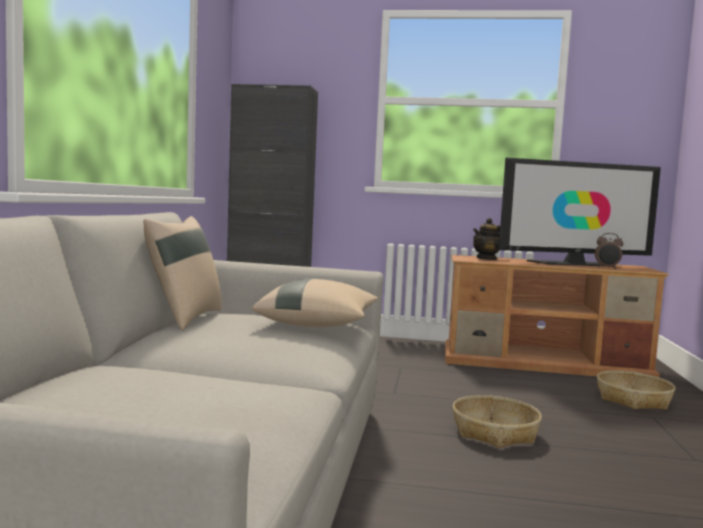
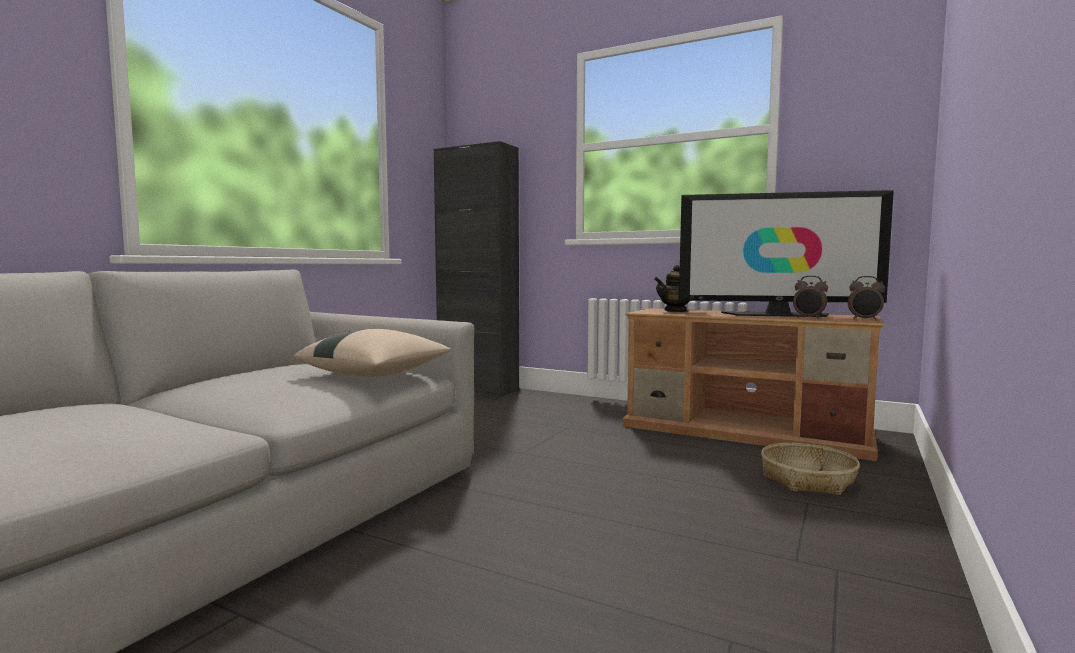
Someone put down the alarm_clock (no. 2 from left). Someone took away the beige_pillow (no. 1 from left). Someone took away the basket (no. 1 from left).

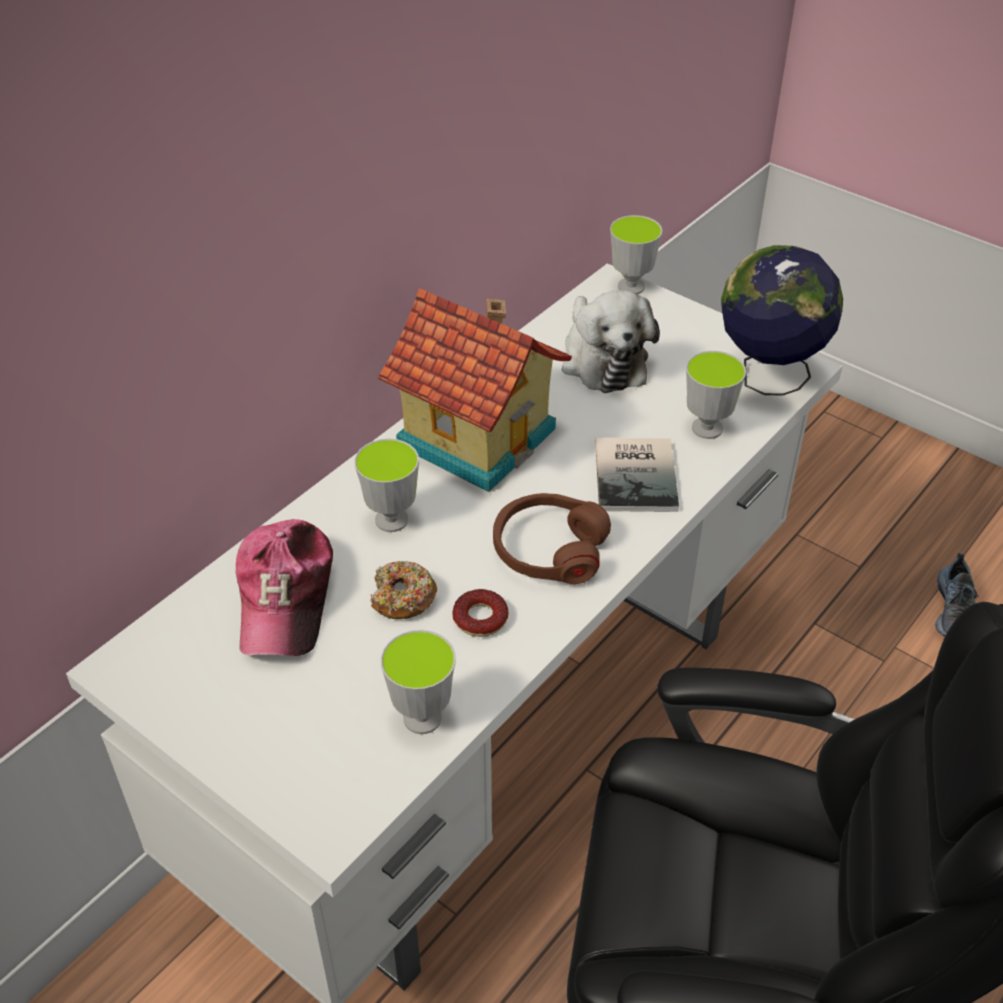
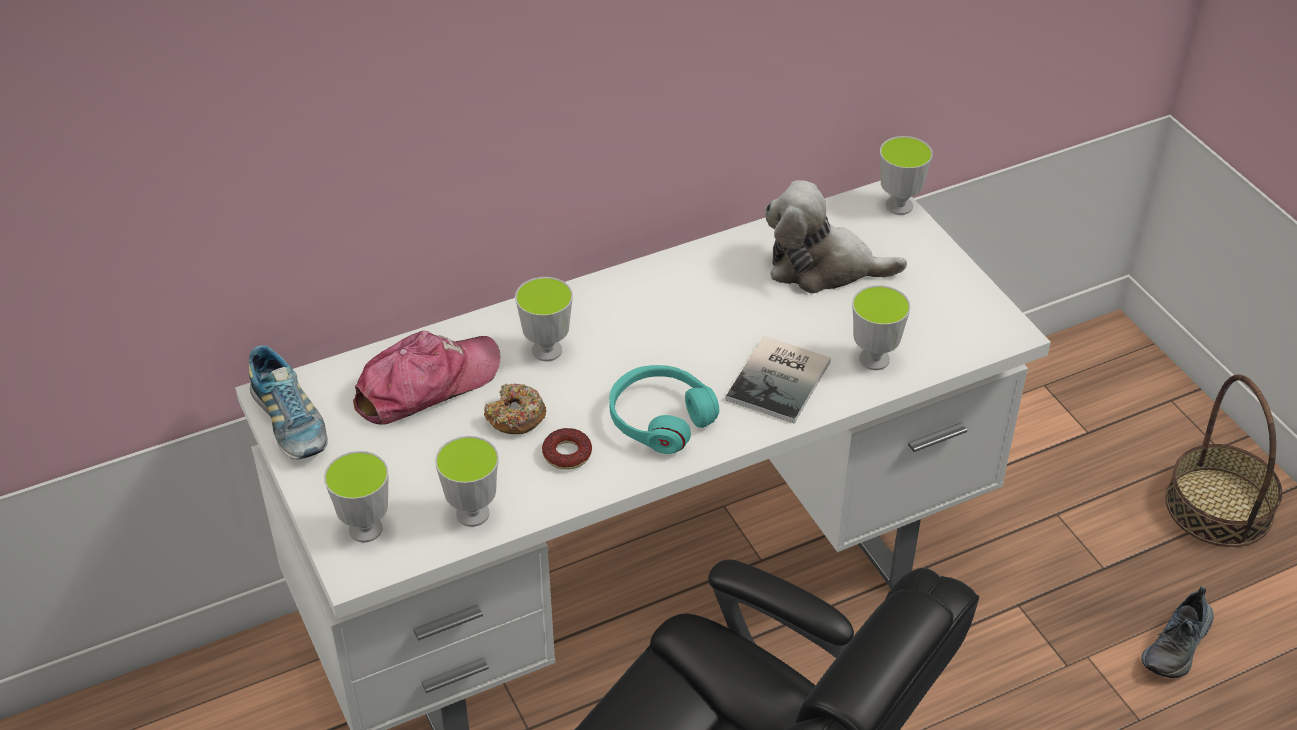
Someone put down the shoe (no. 1 from left). Someone put down the cup (no. 1 from left). Someone rotated the cap by 150 degrees counterclockwise. Someone repainted the brown_headphones, which became the turquoise_headphones. Someone rotated the plush_toy by 90 degrees clockwise. Someone put down the basket. Someone took away the toy_house. Someone took away the globe.

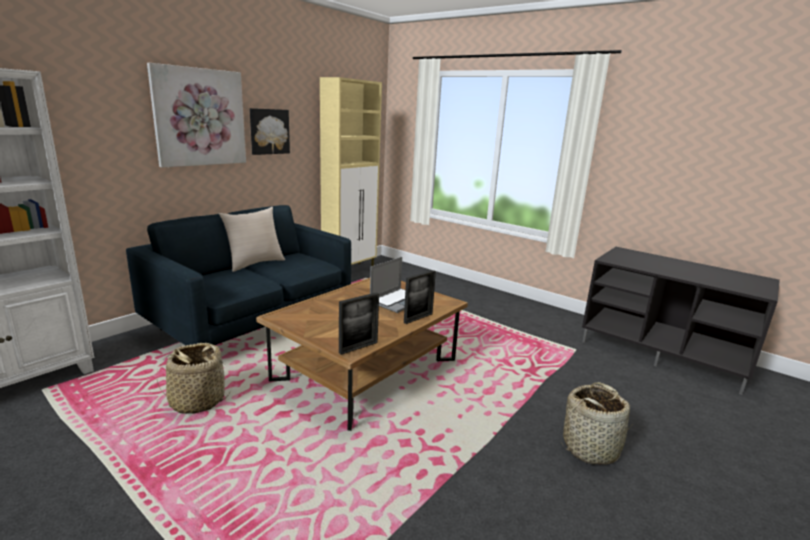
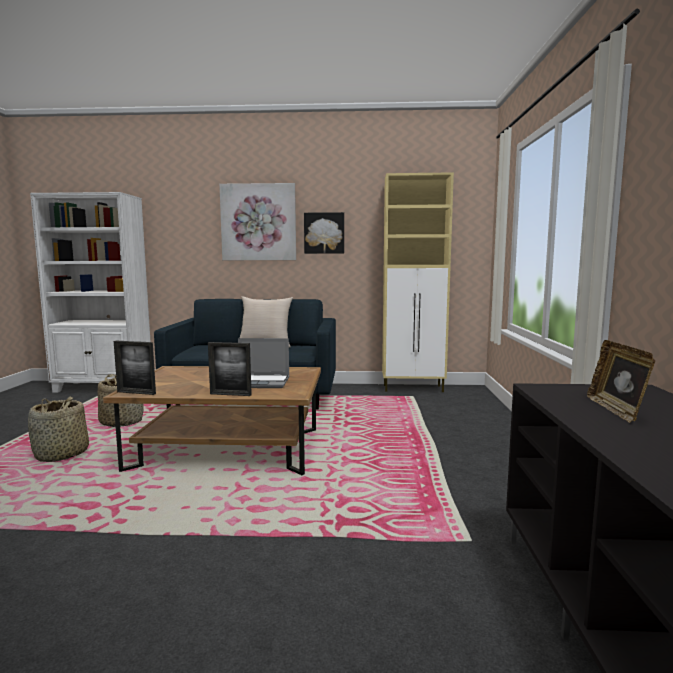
Someone carried the basket (no. 2 from left in the first image). Someone put down the picture_frame (no. 3 from left).

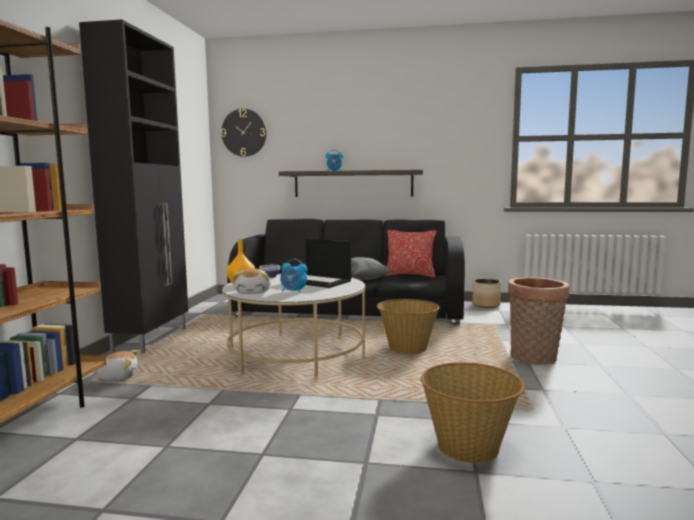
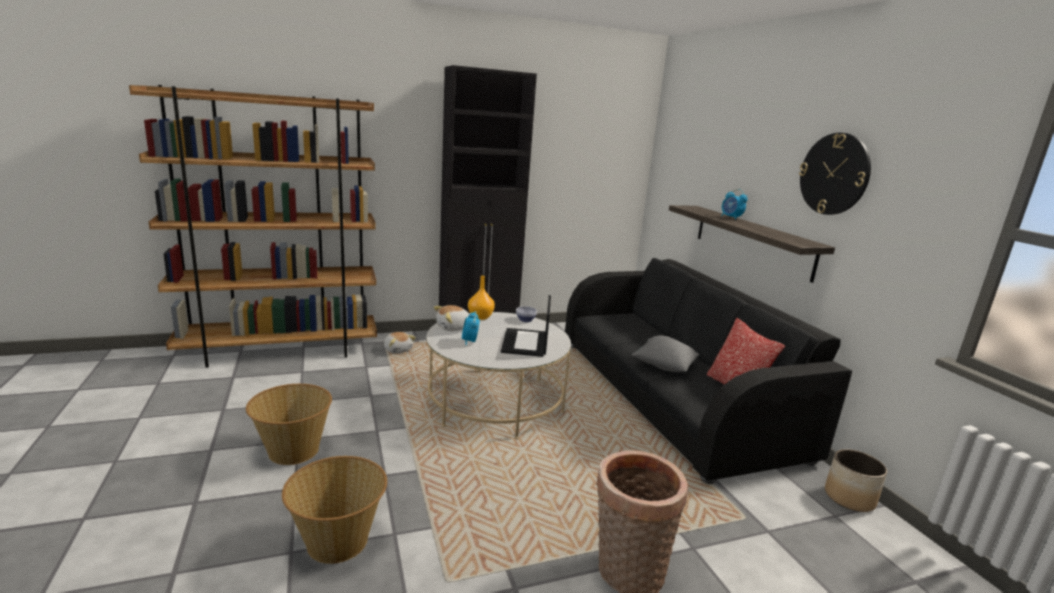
Someone carried the basket (no. 1 from left). Someone carried the wall_clock.

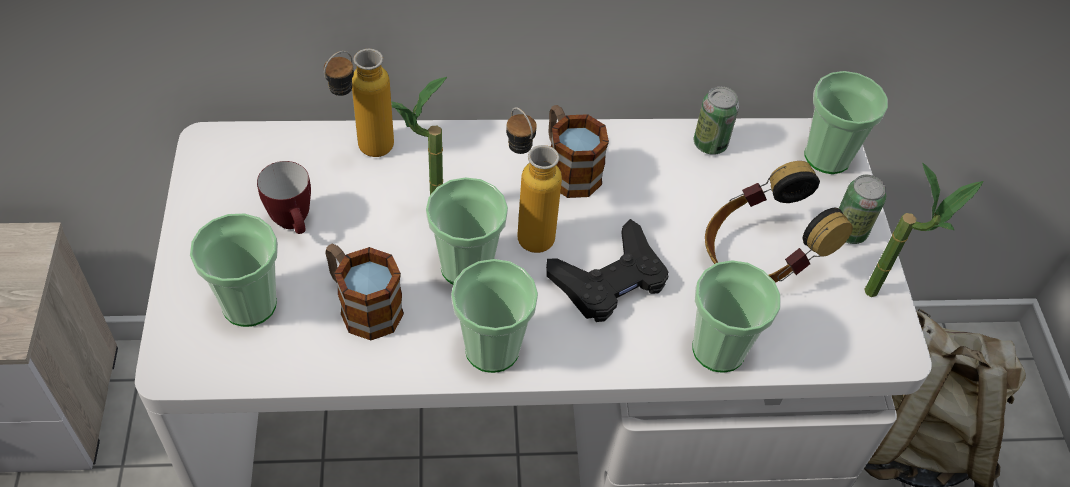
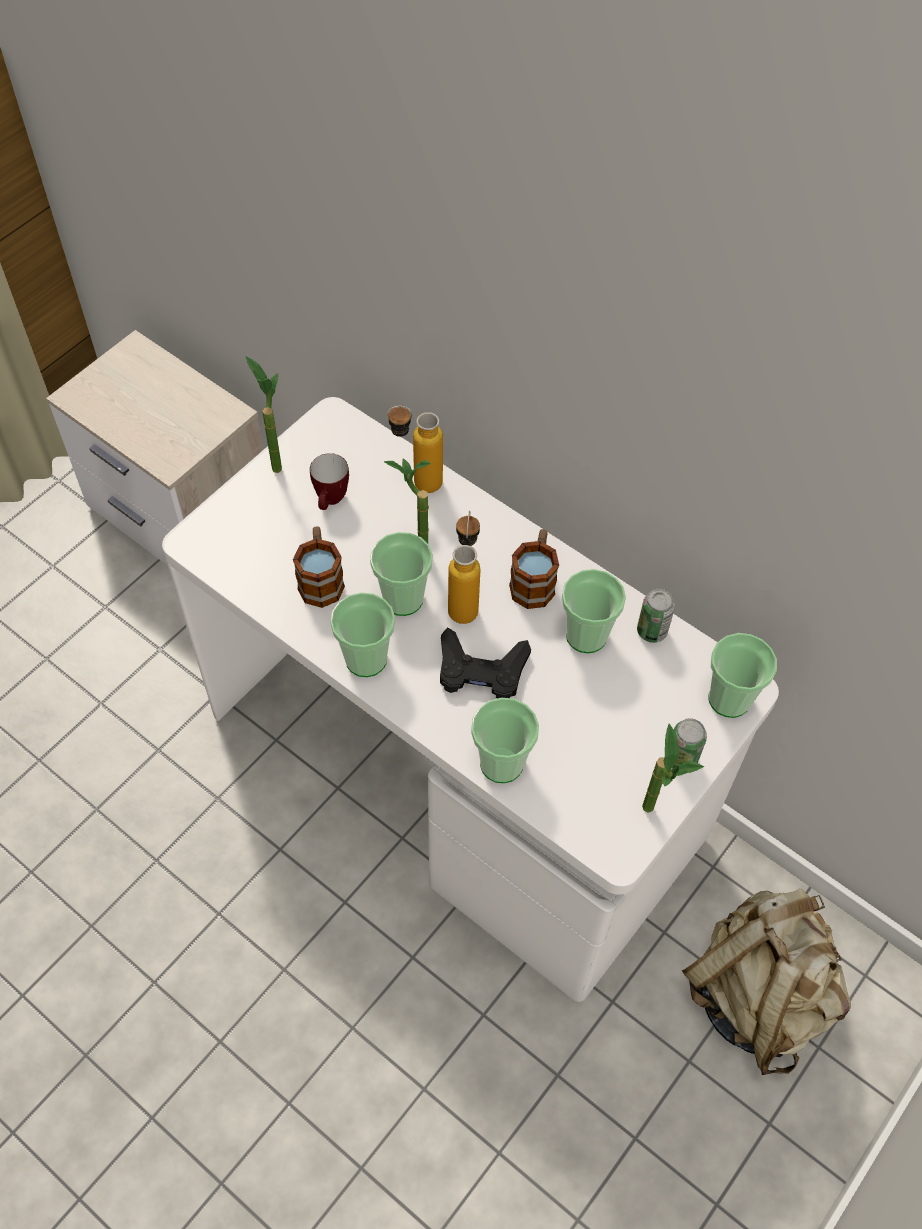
Someone put down the potted_plant (no. 1 from left). Someone carried the cup (no. 1 from left in the first image). Someone took away the headphones.

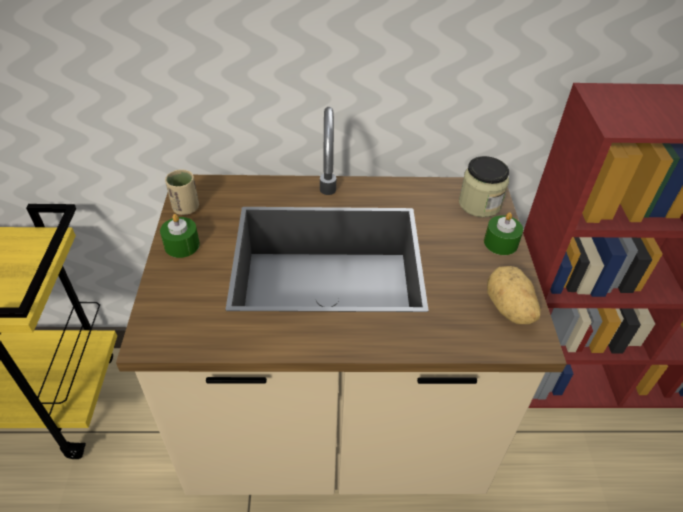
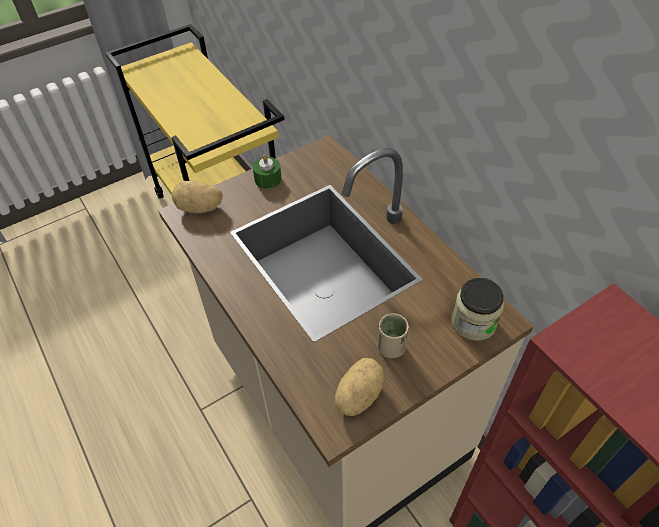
Someone put down the potato (no. 1 from left). Someone carried the beige_cup. Someone took away the green_candle (no. 2 from left).

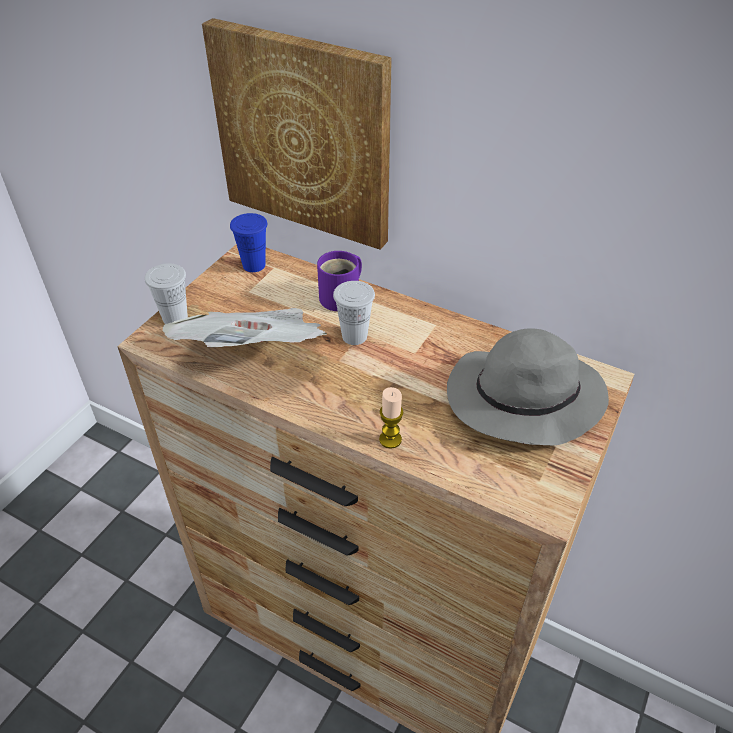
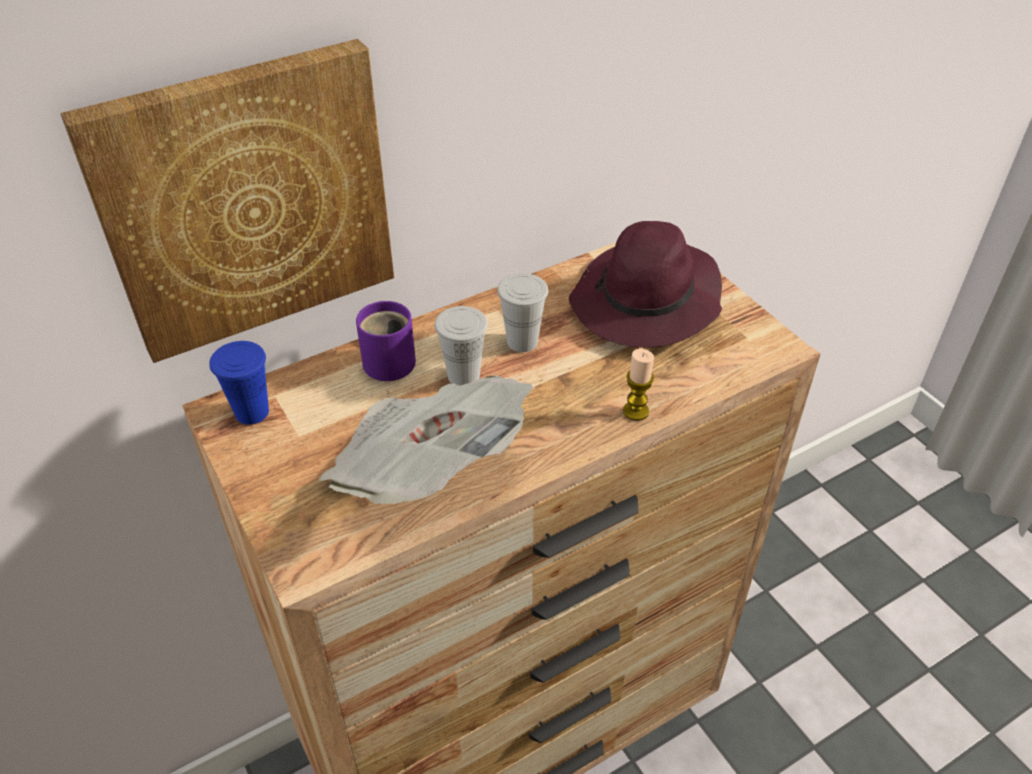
Someone carried the white_cup (no. 1 from left in the first image). Someone repainted the grey_hat, which became the purple_hat.

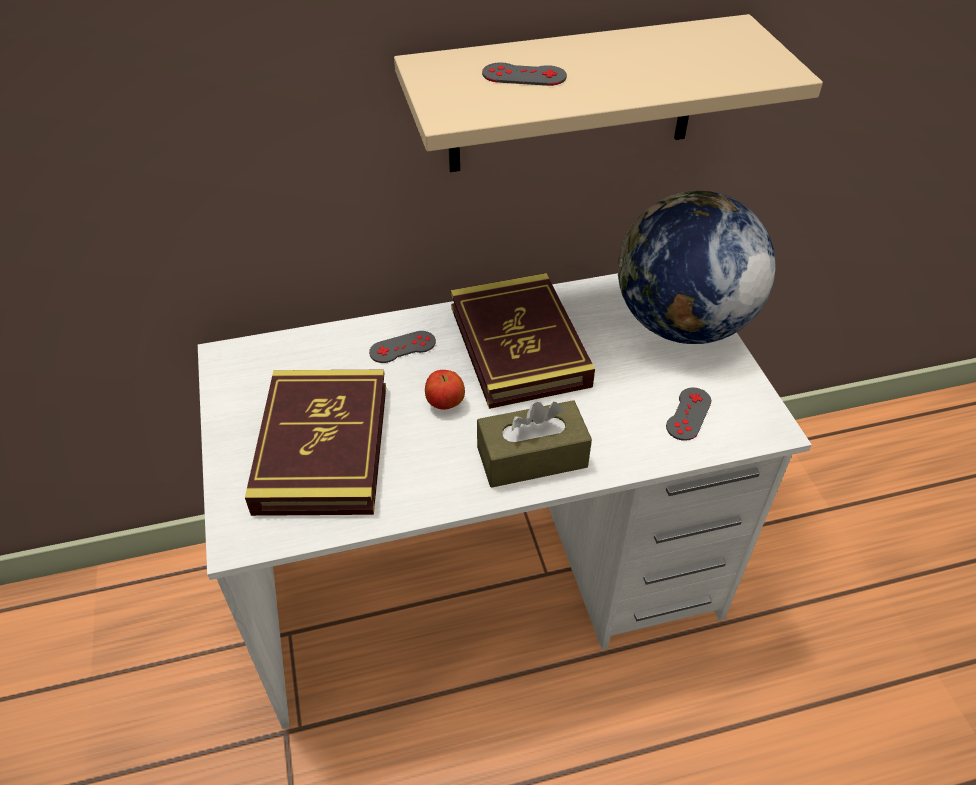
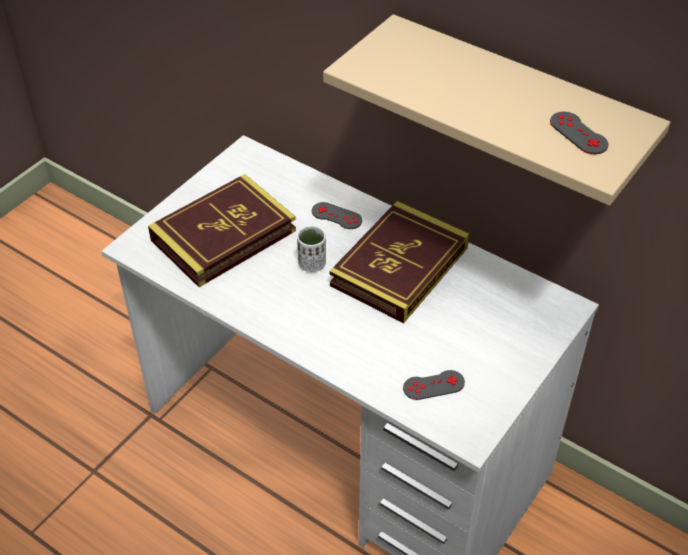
Someone swapped the apple for the white_cup. Someone carried the grey_game_controller (no. 2 from left in the first image). Someone took away the brown_tissue_box. Someone took away the globe.

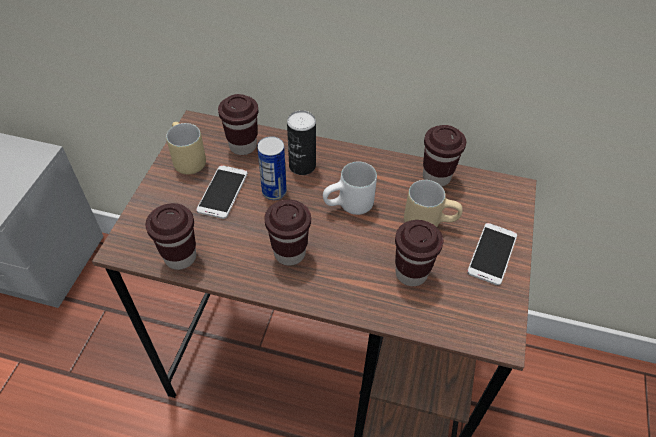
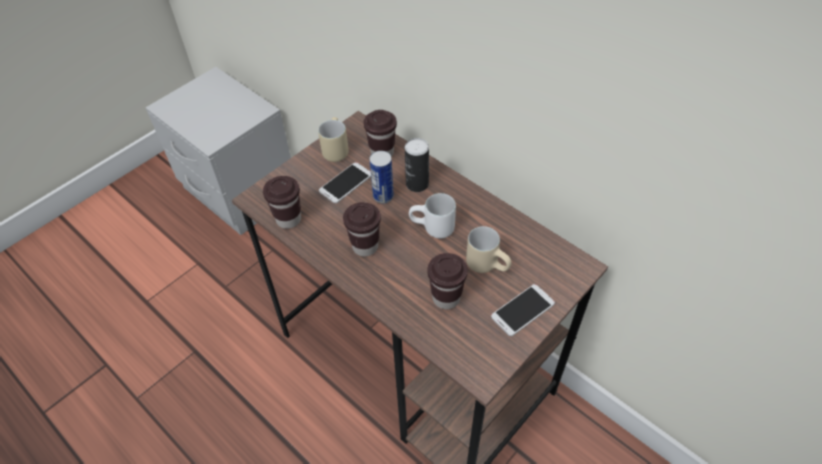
Someone took away the brown_cup (no. 5 from left).

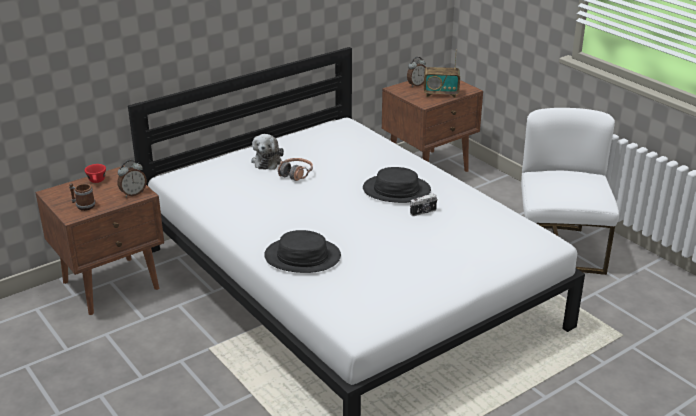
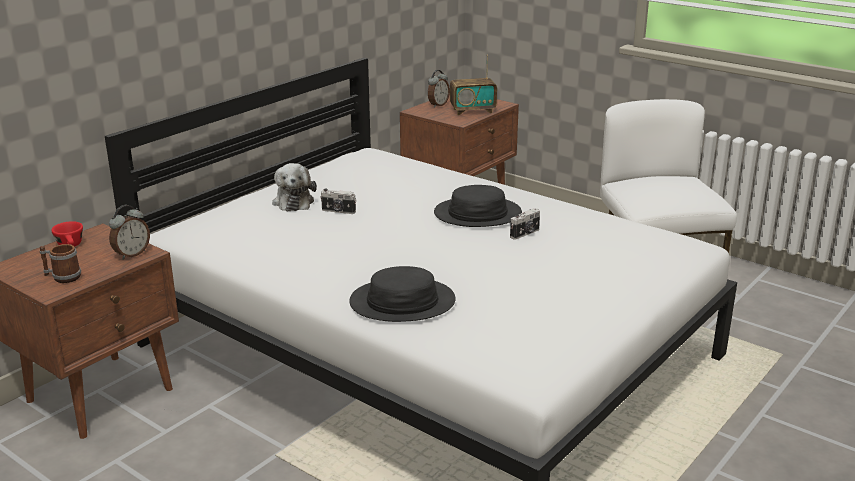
Someone swapped the headphones for the photo_camera (no. 1 from left).

